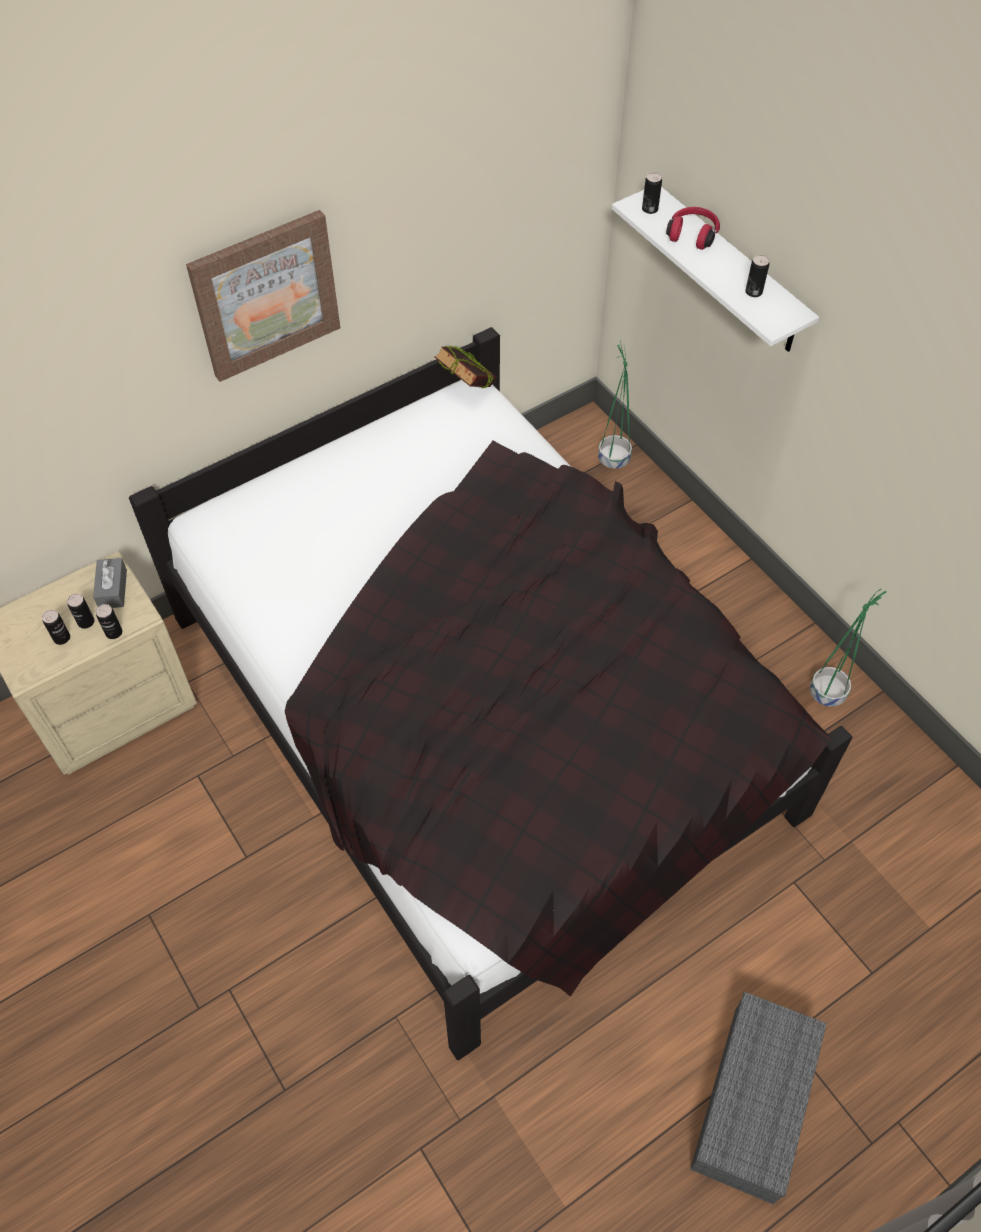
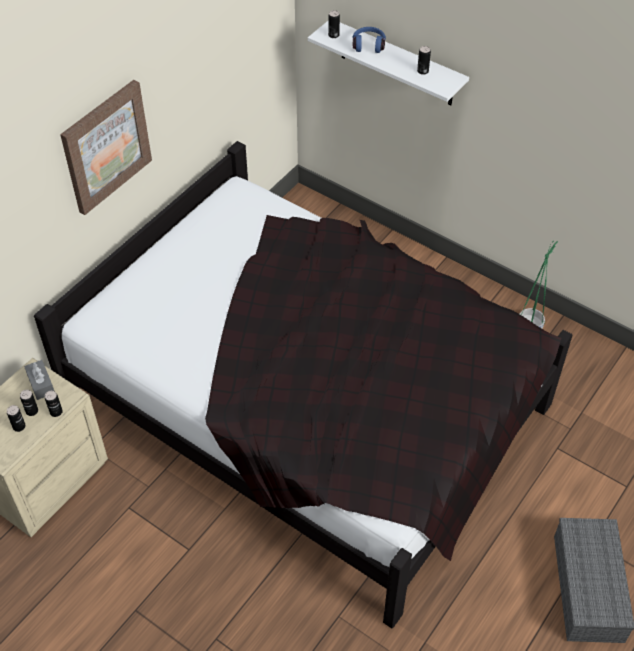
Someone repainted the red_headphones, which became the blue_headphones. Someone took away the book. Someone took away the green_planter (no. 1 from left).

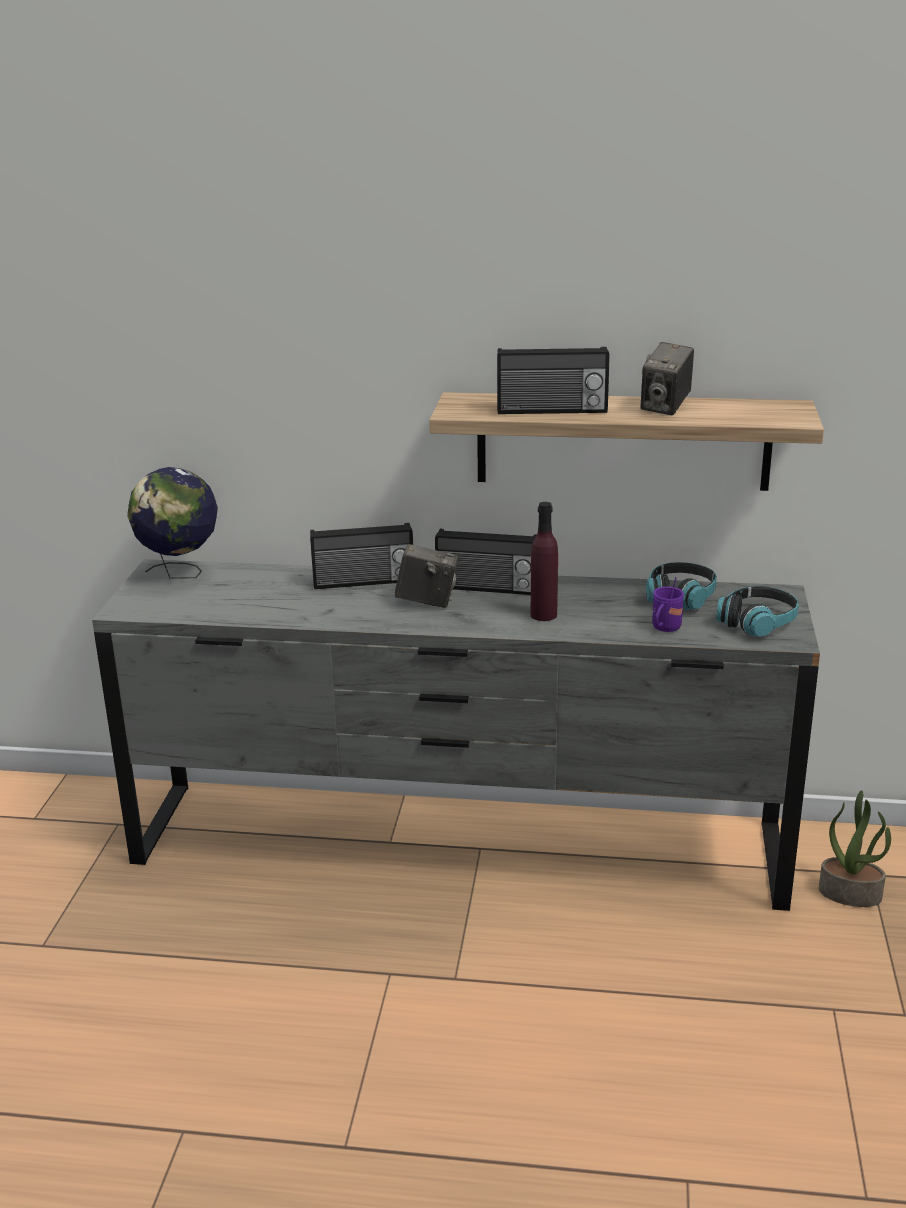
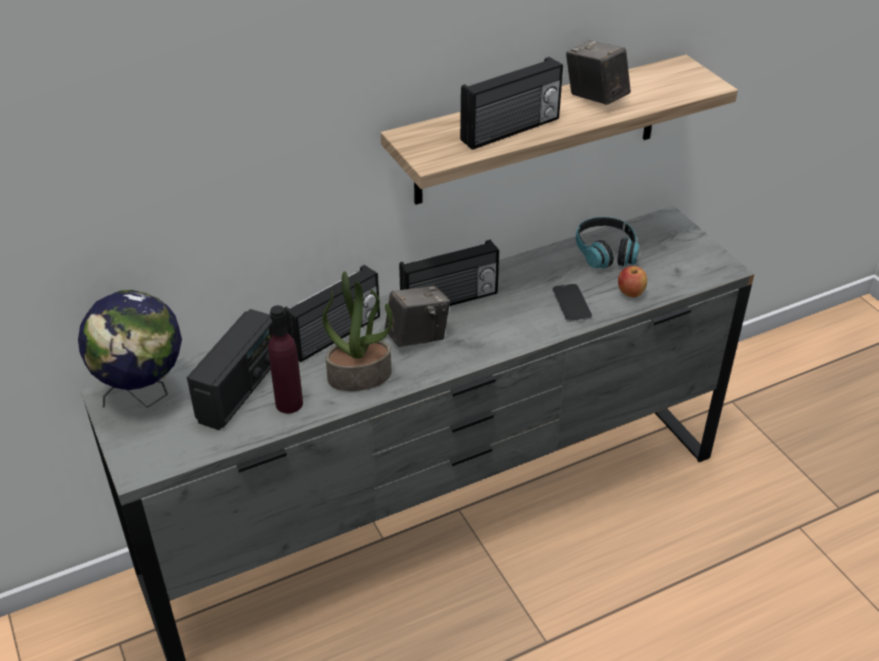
Someone put down the radio (no. 1 from left). Someone carried the purple_bottle. Someone carried the potted_plant. Someone put down the phone. Someone rotated the photo_camera (no. 2 from left) by 150 degrees clockwise. Someone swapped the purple_mug for the apple. Someone took away the headphones (no. 2 from left).

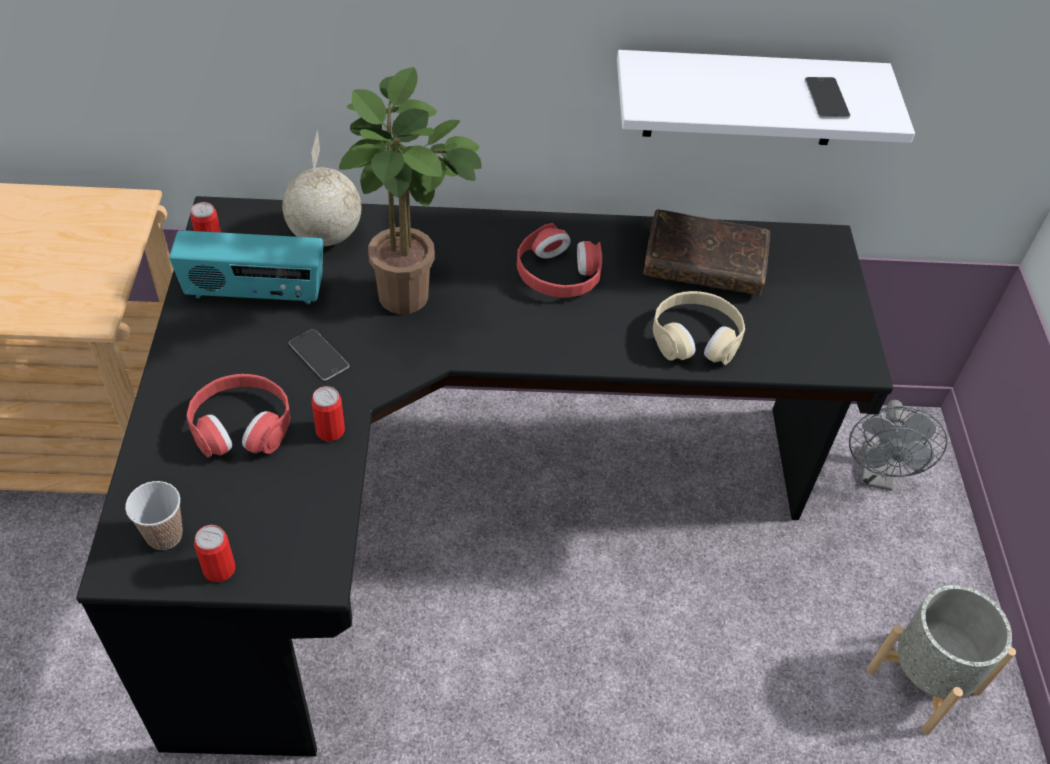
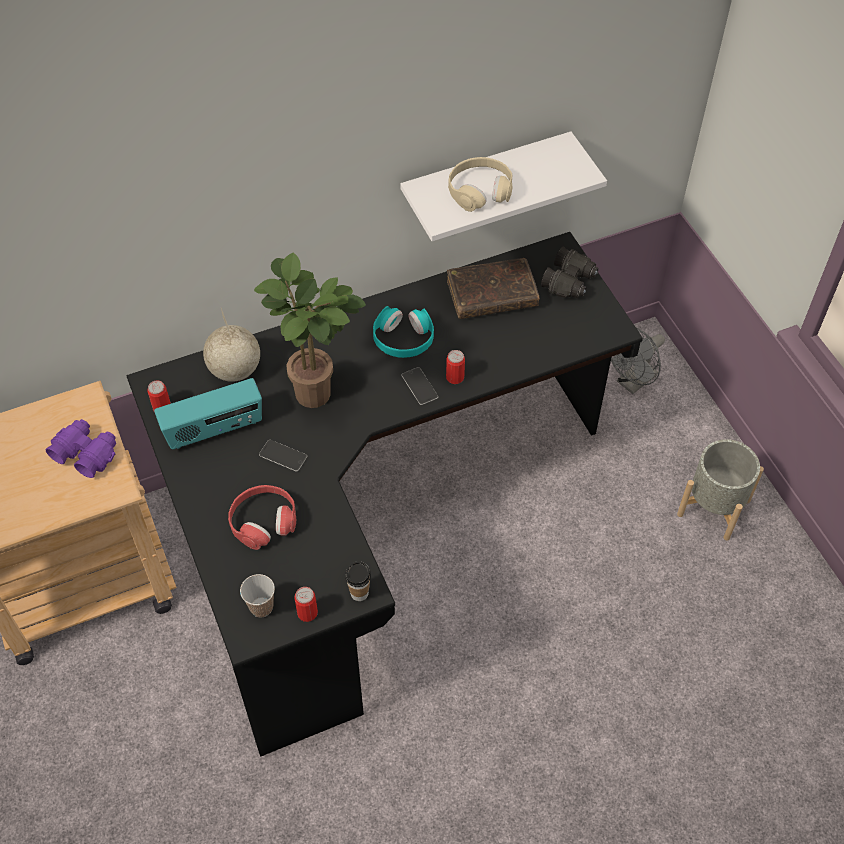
Someone put down the purple_binoculars. Someone put down the cup (no. 2 from left). Someone repainted the red_headphones (no. 2 from left), which became the turquoise_headphones. Someone carried the phone (no. 2 from left). Someone carried the can (no. 3 from left). Someone carried the beige_headphones. Someone put down the black_binoculars. Someone rotated the grey_fan by 60 degrees clockwise.

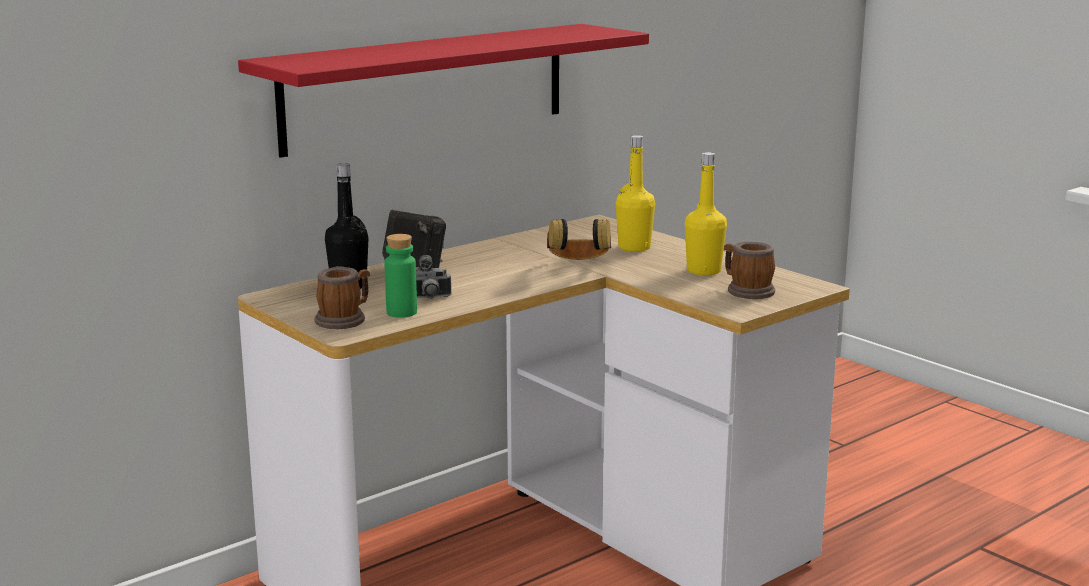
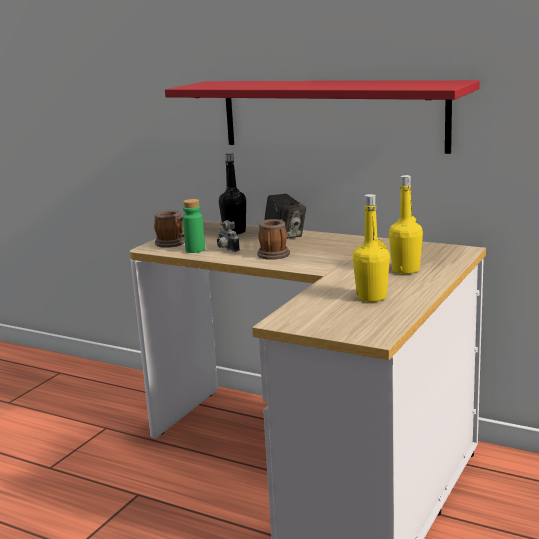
Someone carried the mug (no. 2 from left). Someone took away the headphones.

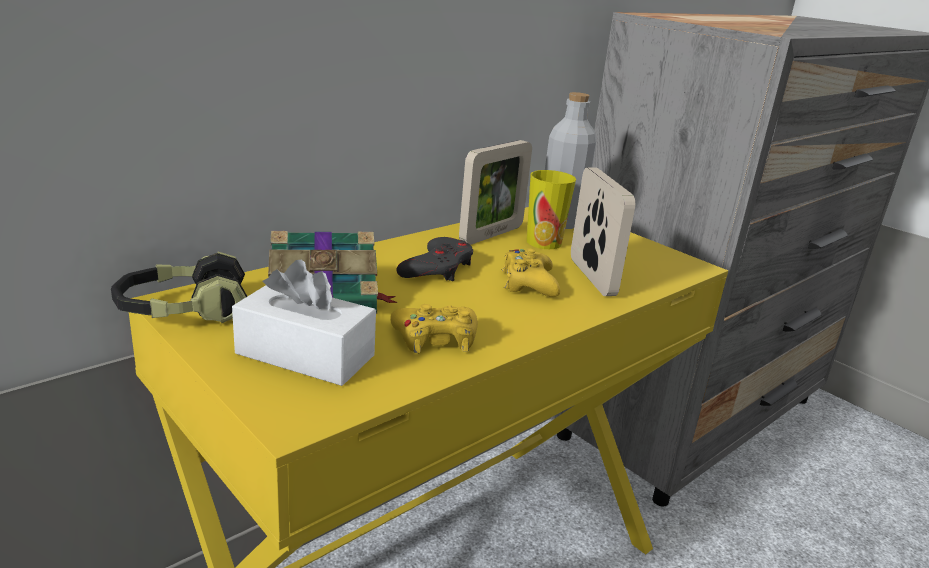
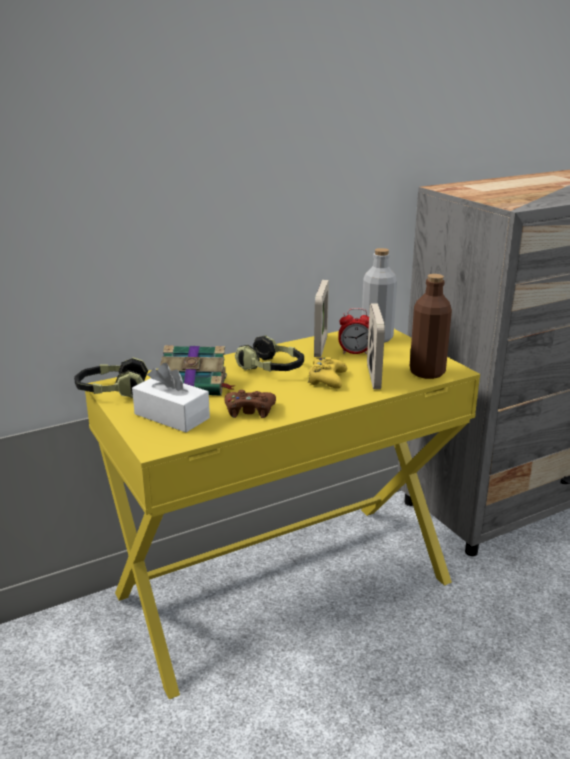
Someone repainted the yellow_game_controller (no. 1 from left), which became the brown_game_controller. Someone swapped the grey_game_controller for the headphones (no. 2 from left). Someone rotated the picture_frame (no. 1 from left) by 45 degrees counterclockwise. Someone swapped the cup for the alarm_clock. Someone put down the brown_bottle.

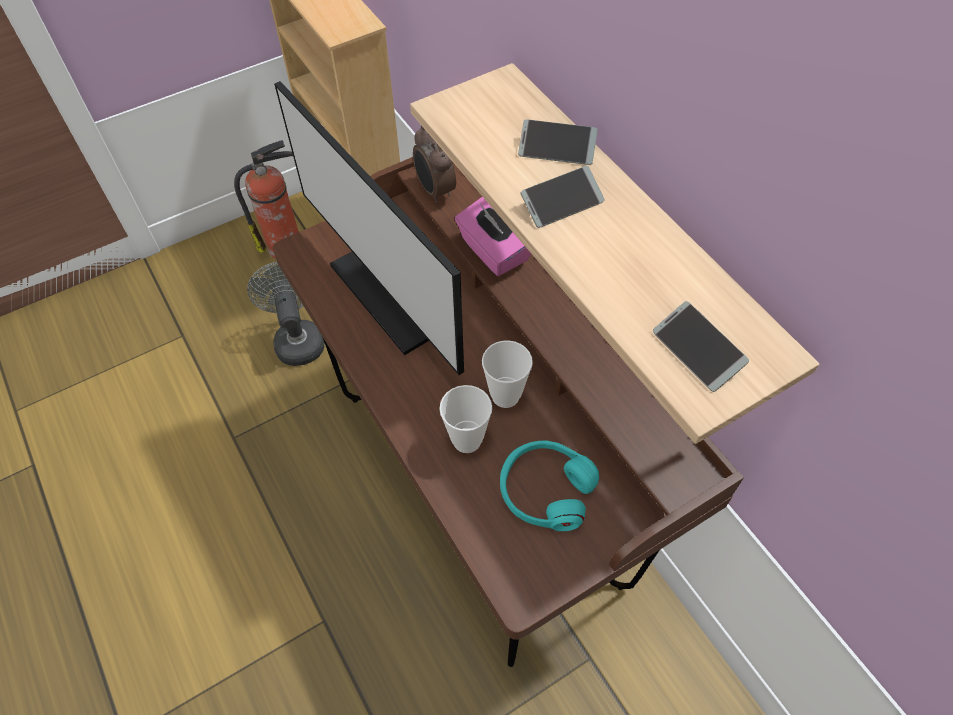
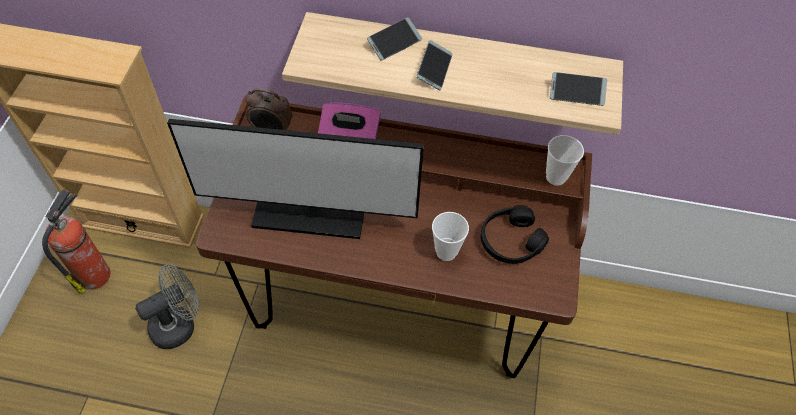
Someone rotated the grey_fan by 120 degrees clockwise. Someone repainted the turquoise_headphones, which became the black_headphones. Someone carried the cup (no. 2 from left).

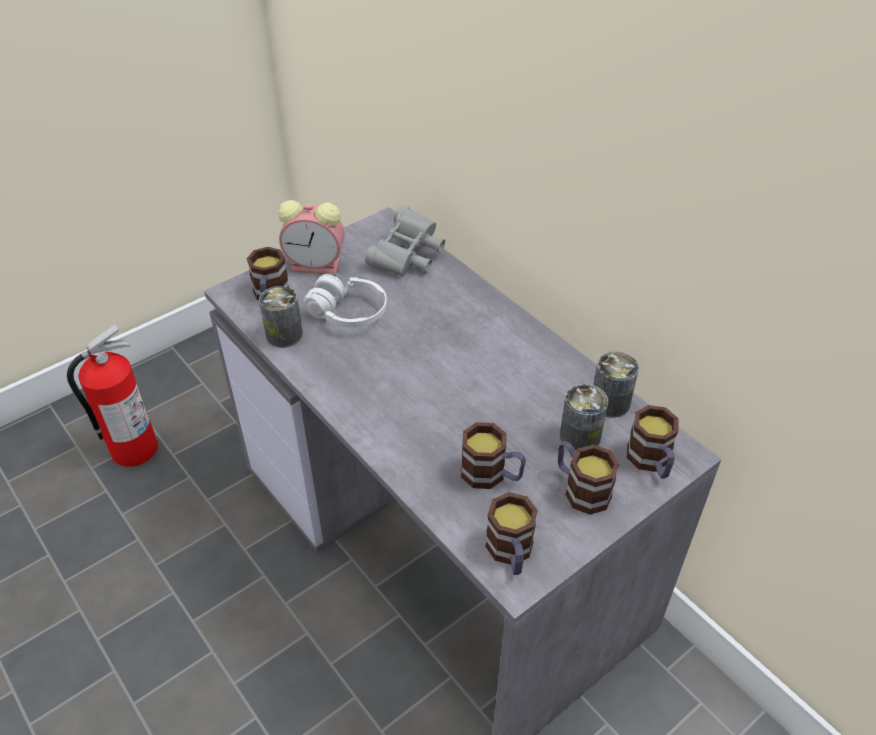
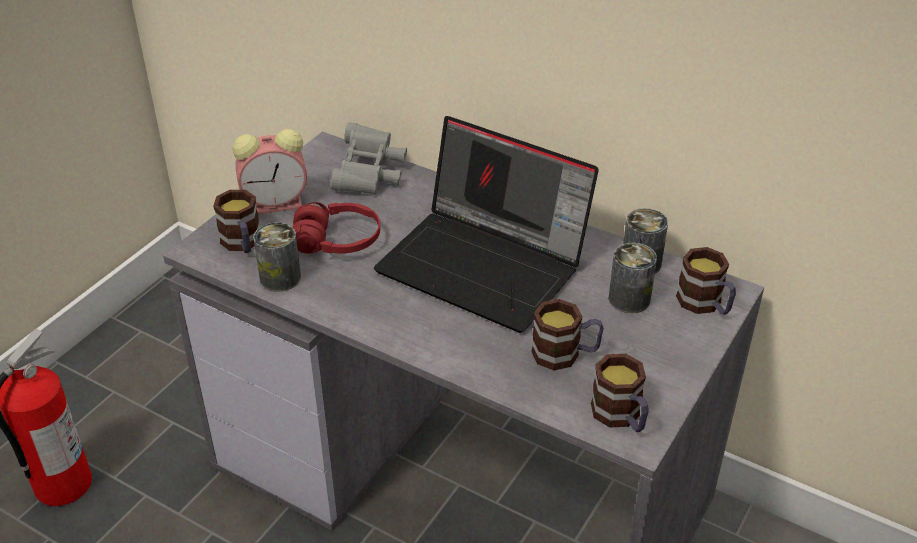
Someone repainted the white_headphones, which became the red_headphones. Someone put down the laptop. Someone took away the mug (no. 4 from left).

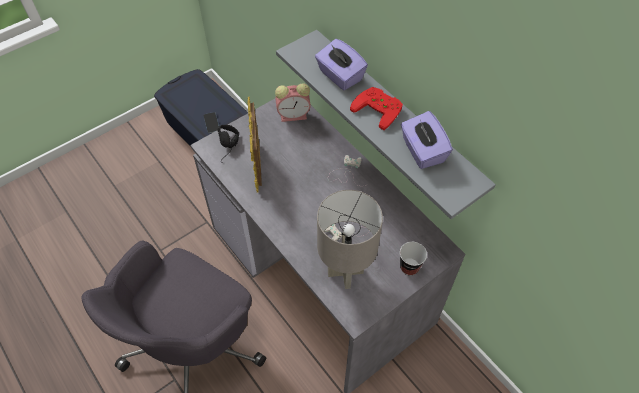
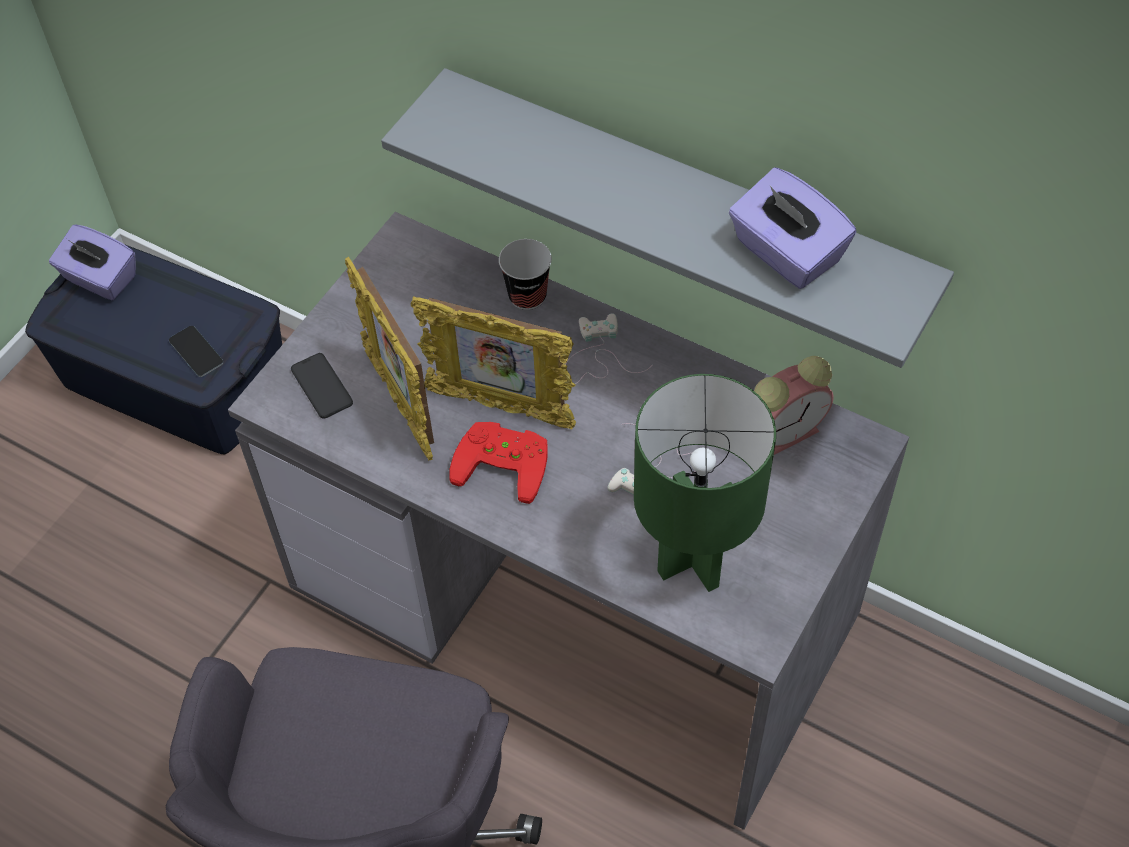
Someone carried the purple_tissue_box (no. 1 from left). Someone swapped the black_headphones for the phone (no. 2 from left). Someone put down the picture_frame (no. 2 from left). Someone carried the red_game_controller. Someone carried the cup. Someone repainted the grey_table_lamp, which became the green_table_lamp. Someone carried the alarm_clock.

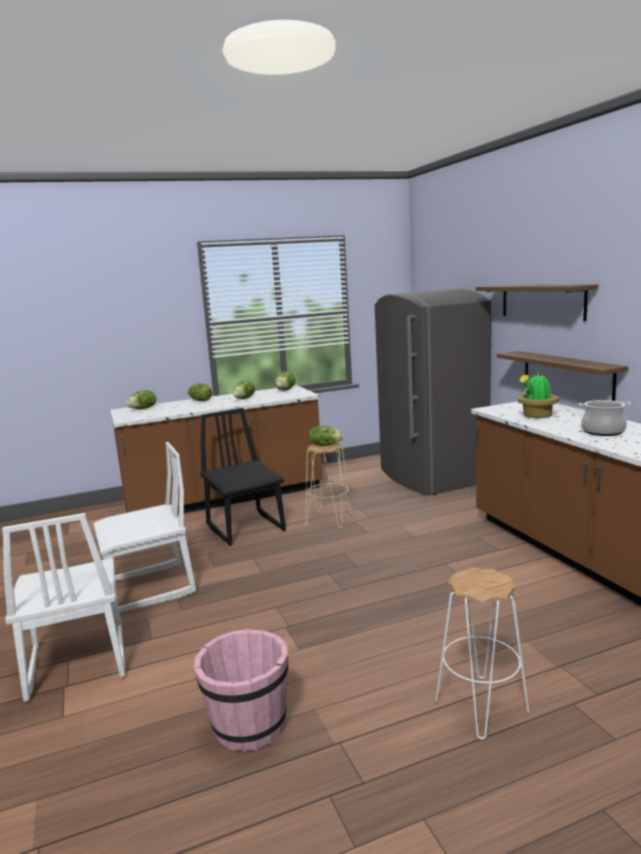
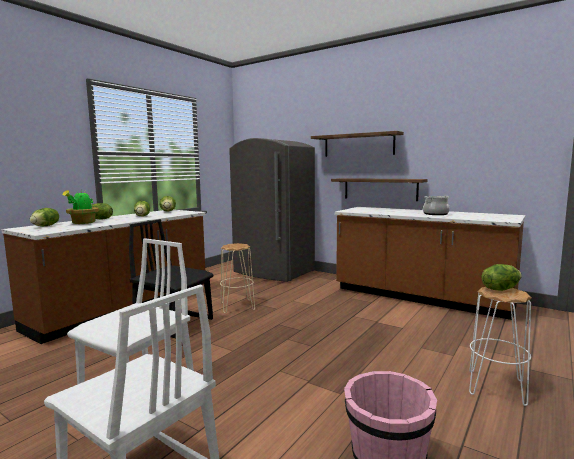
Someone carried the potted_plant. Someone carried the lettuce (no. 5 from left).

